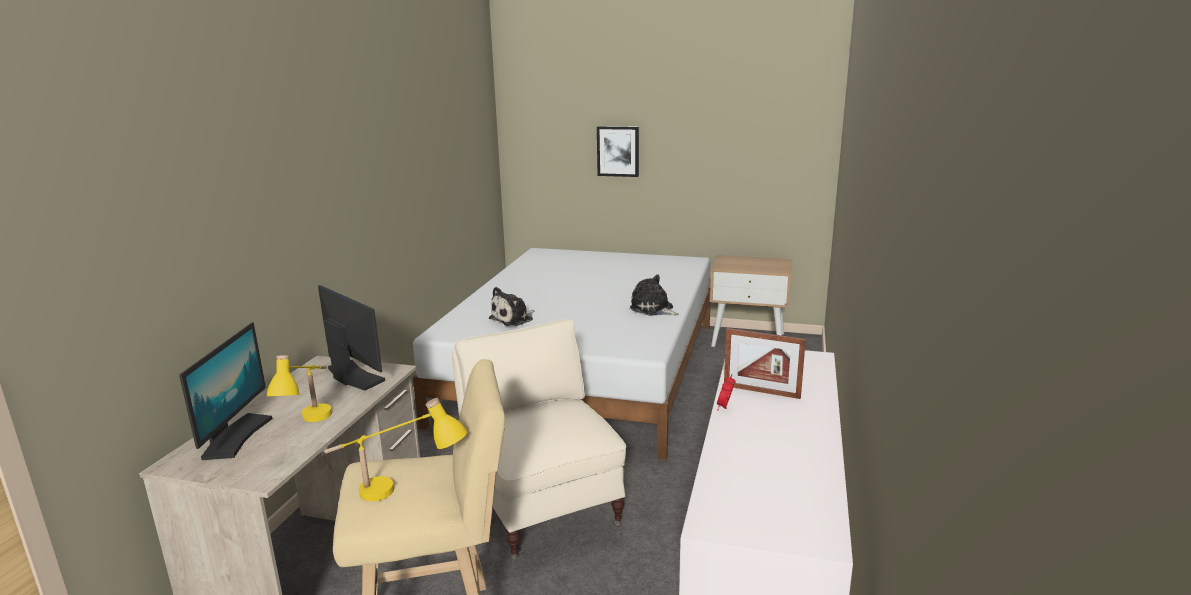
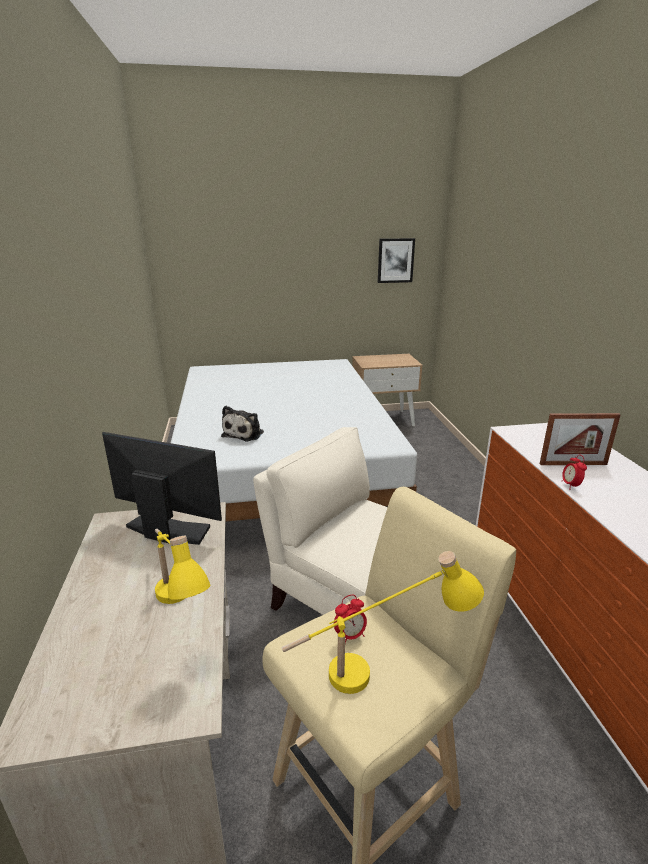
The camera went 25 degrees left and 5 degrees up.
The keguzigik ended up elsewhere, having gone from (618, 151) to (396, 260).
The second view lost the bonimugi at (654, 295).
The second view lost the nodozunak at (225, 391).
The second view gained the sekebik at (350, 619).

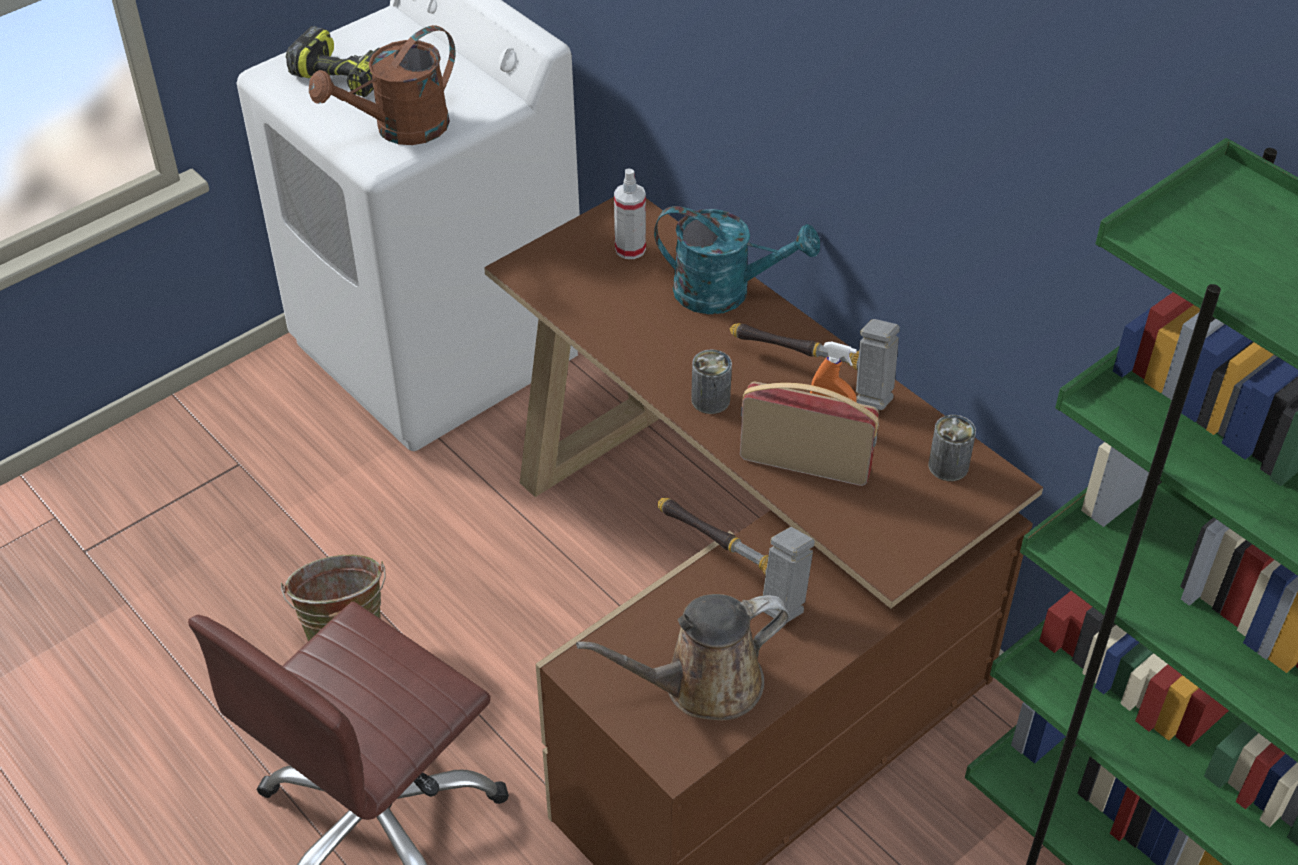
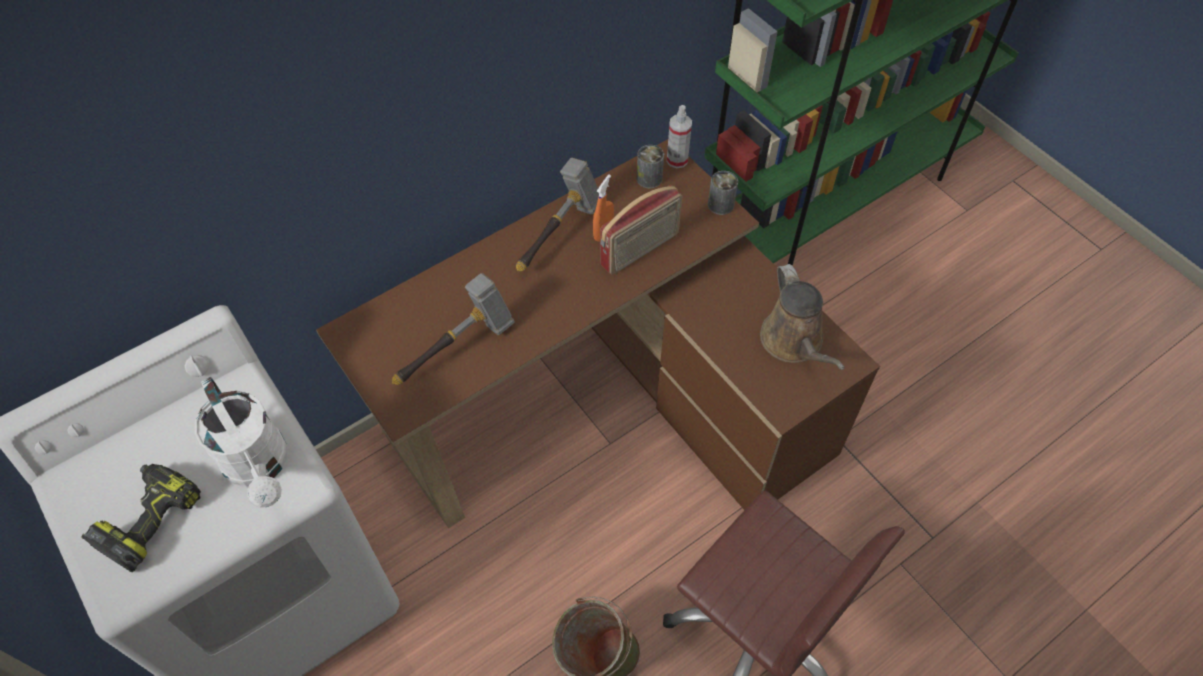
The camera went 85 degrees left and 10 degrees up.
What was the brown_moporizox at (382, 85) turned into the white_moporizox at (241, 442).
The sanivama ended up elsewhere, having gone from (630, 213) to (679, 136).
The second view lost the turquoise_moporizox at (737, 260).
The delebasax ended up elsewhere, having gone from (711, 381) to (723, 193).
The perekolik at (809, 434) ended up facing another way, 150 degrees counterclockwise from before.
The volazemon ended up elsewhere, having gone from (736, 560) to (453, 329).

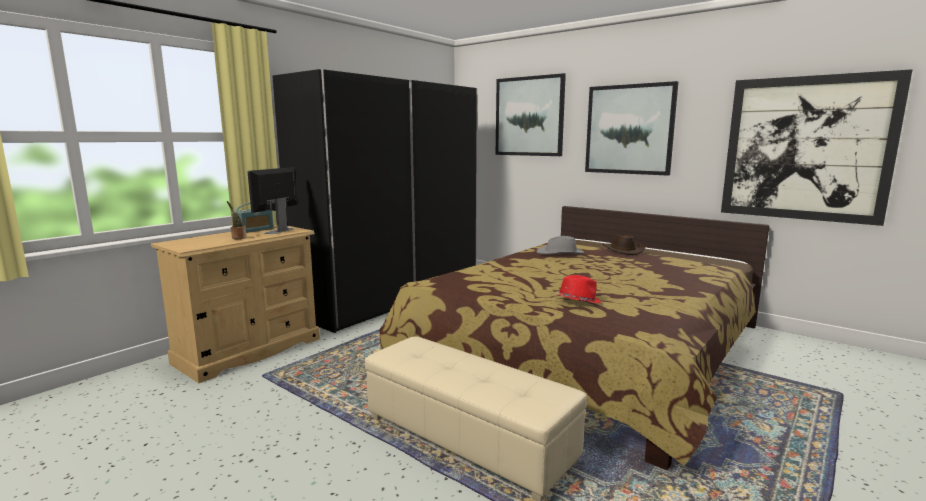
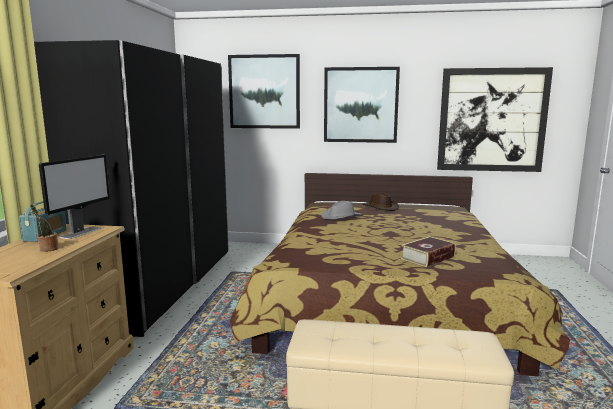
The camera went 30 degrees left and 0 degrees up.
The nodozunak at (272, 200) ended up facing another way, 150 degrees counterclockwise from before.
Where the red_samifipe stood at (578, 289), the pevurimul came to stand at (428, 251).

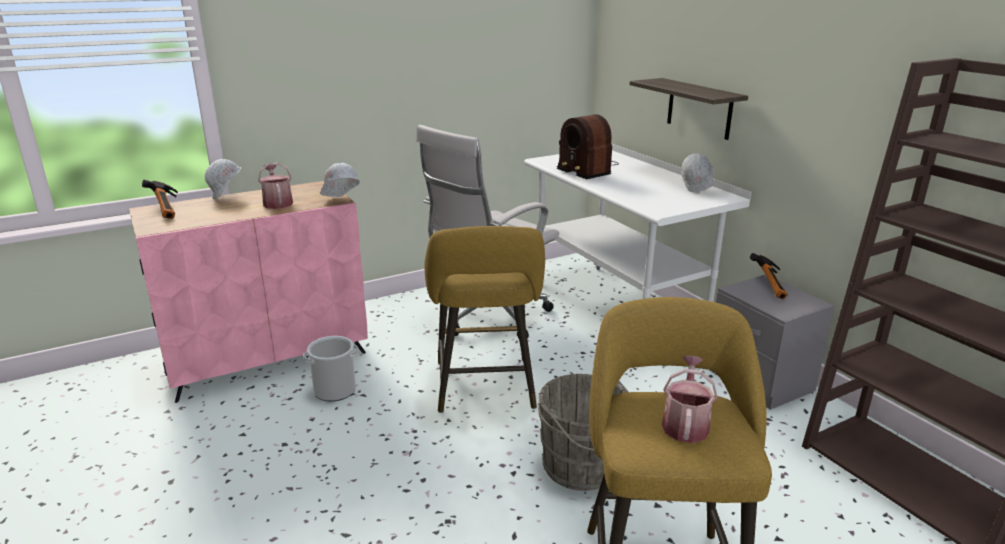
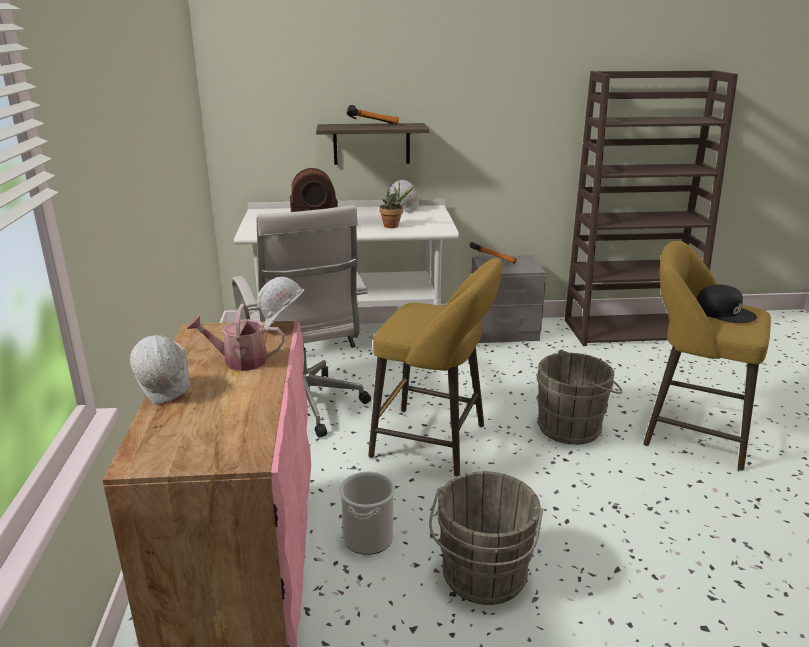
The camera went 65 degrees left and 0 degrees up.
The volazemon ended up elsewhere, having gone from (160, 199) to (373, 115).
Where the moporizox stood at (690, 399), the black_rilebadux came to stand at (726, 303).
The second view gained the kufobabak at (396, 205).
The second view gained the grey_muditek at (486, 538).

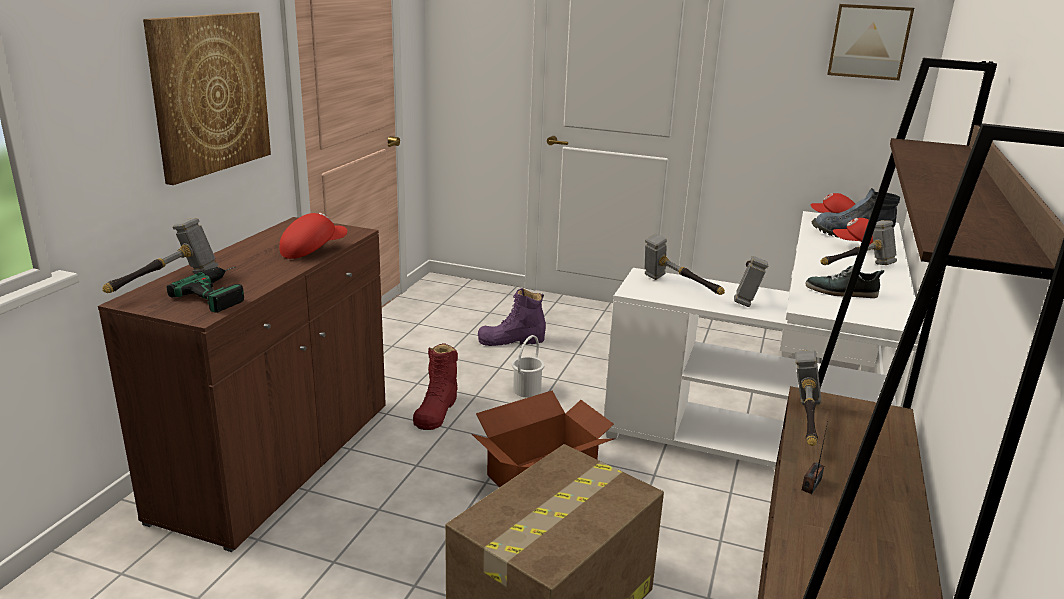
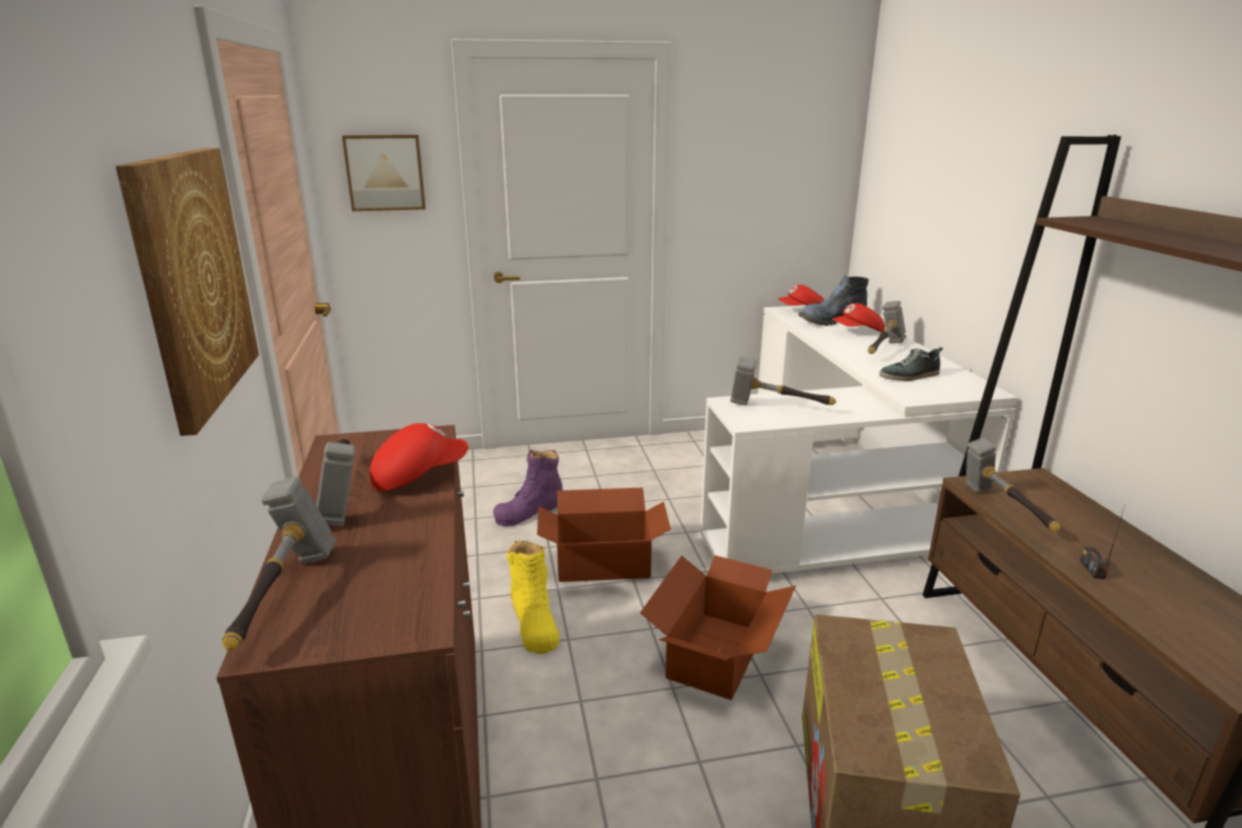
The camera went 30 degrees left and 0 degrees up.
The keguzigik ended up elsewhere, having gone from (870, 42) to (384, 173).
The red_rilebadux at (313, 236) ended up facing another way, 45 degrees clockwise from before.
The volazemon ended up elsewhere, having gone from (751, 281) to (336, 481).
The second view lost the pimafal at (205, 289).
Where the white_muditek stood at (528, 366), the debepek came to stand at (604, 535).
What was the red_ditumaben at (435, 386) turned into the yellow_ditumaben at (533, 597).

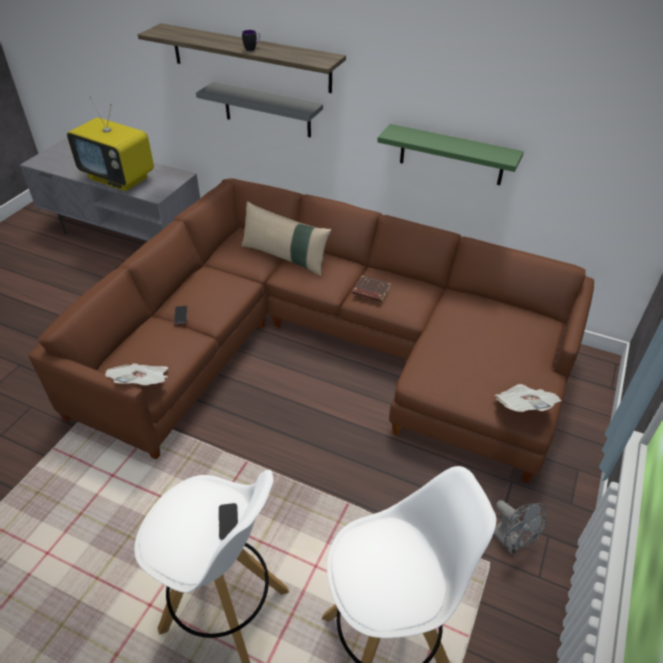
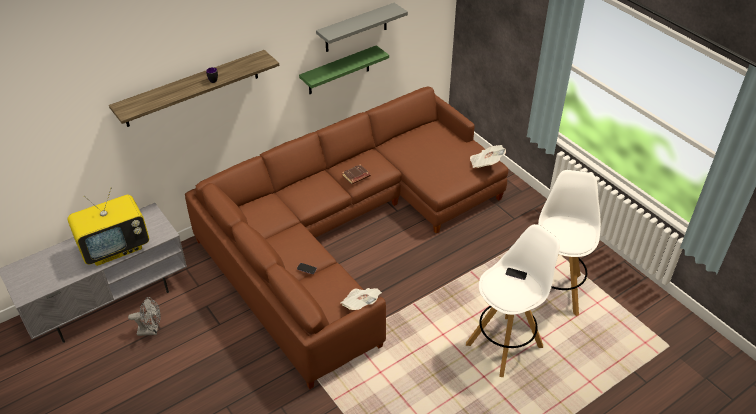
The camera went 60 degrees left and 0 degrees up.
The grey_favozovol ended up elsewhere, having gone from (259, 110) to (362, 27).
The second view lost the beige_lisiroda at (286, 238).
The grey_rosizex ended up elsewhere, having gone from (519, 527) to (144, 316).

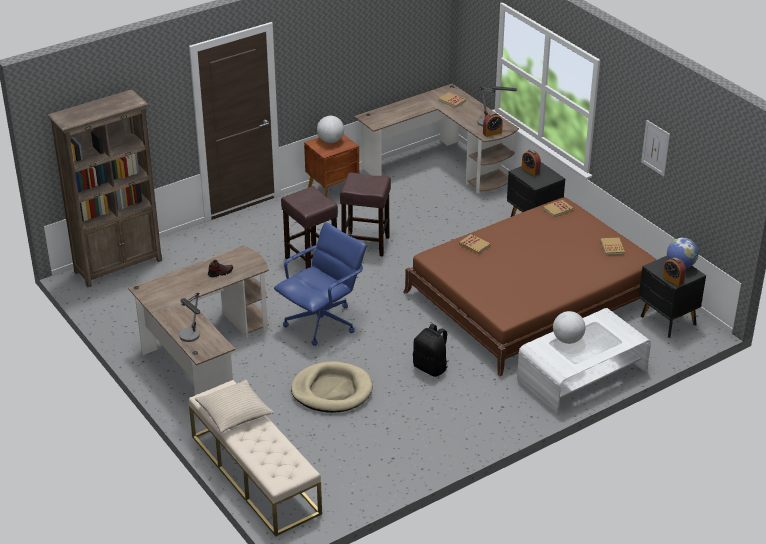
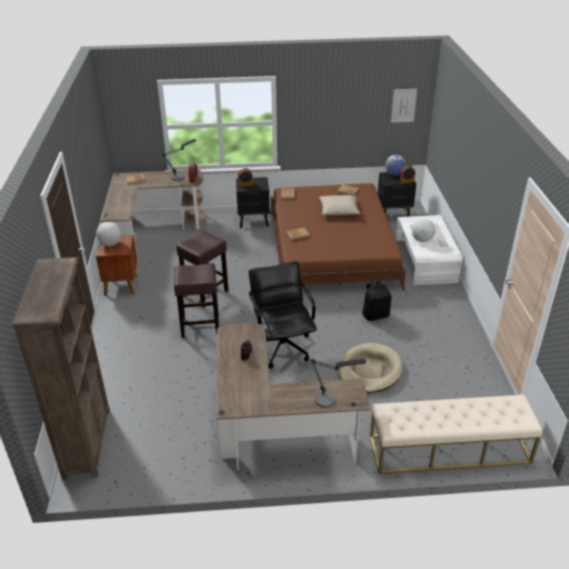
The camera went 60 degrees left and 0 degrees up.
The keguzigik ended up elsewhere, having gone from (655, 148) to (404, 106).
What was the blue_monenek at (320, 284) turned into the black_monenek at (283, 314).
The beige_lisiroda ended up elsewhere, having gone from (234, 406) to (340, 205).

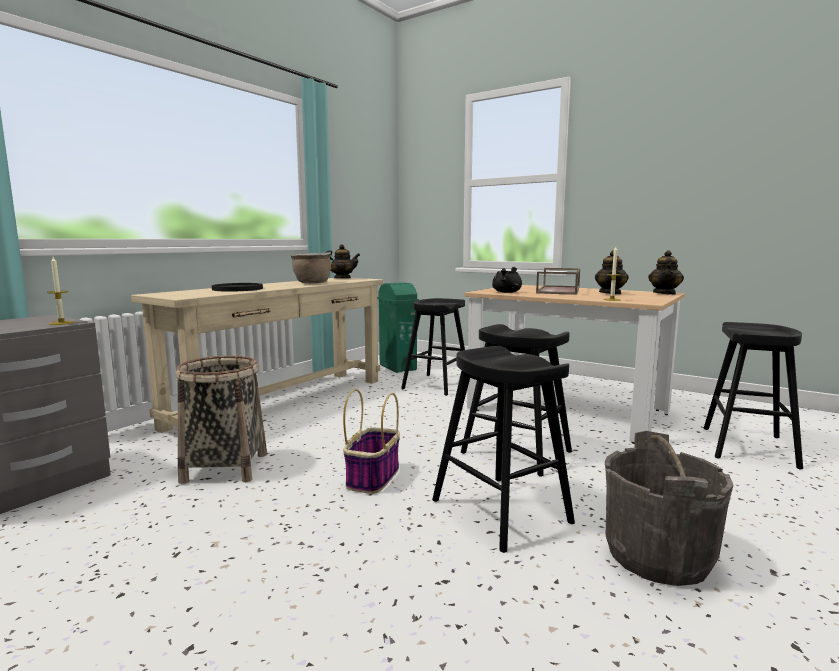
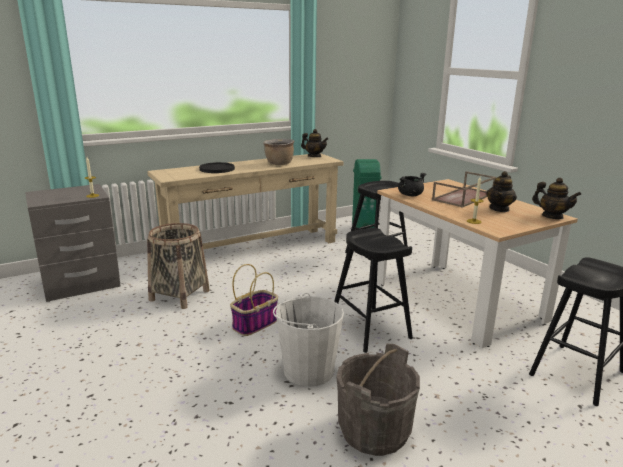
The camera went 25 degrees right and 10 degrees up.
The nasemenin at (666, 272) ended up facing another way, 90 degrees counterclockwise from before.
Where the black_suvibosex stood at (503, 449), the white_muditek came to stand at (308, 340).

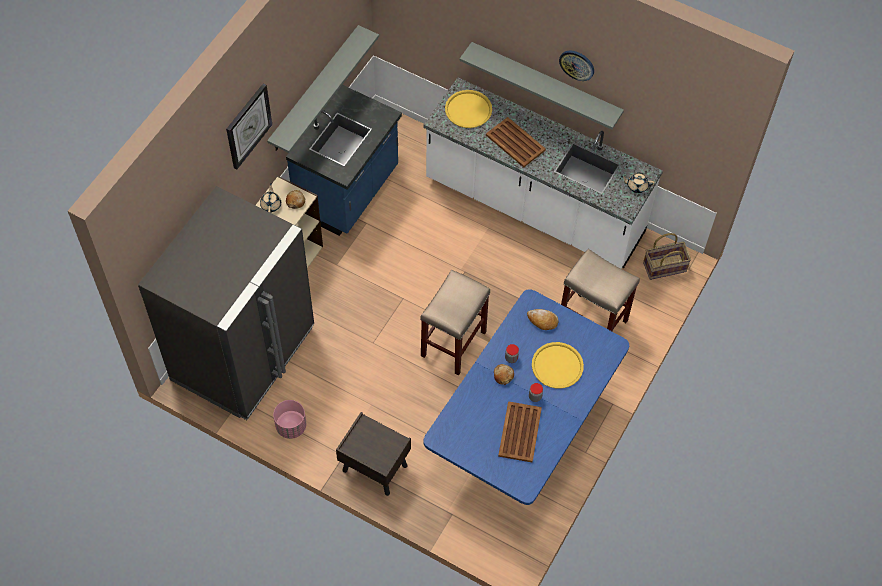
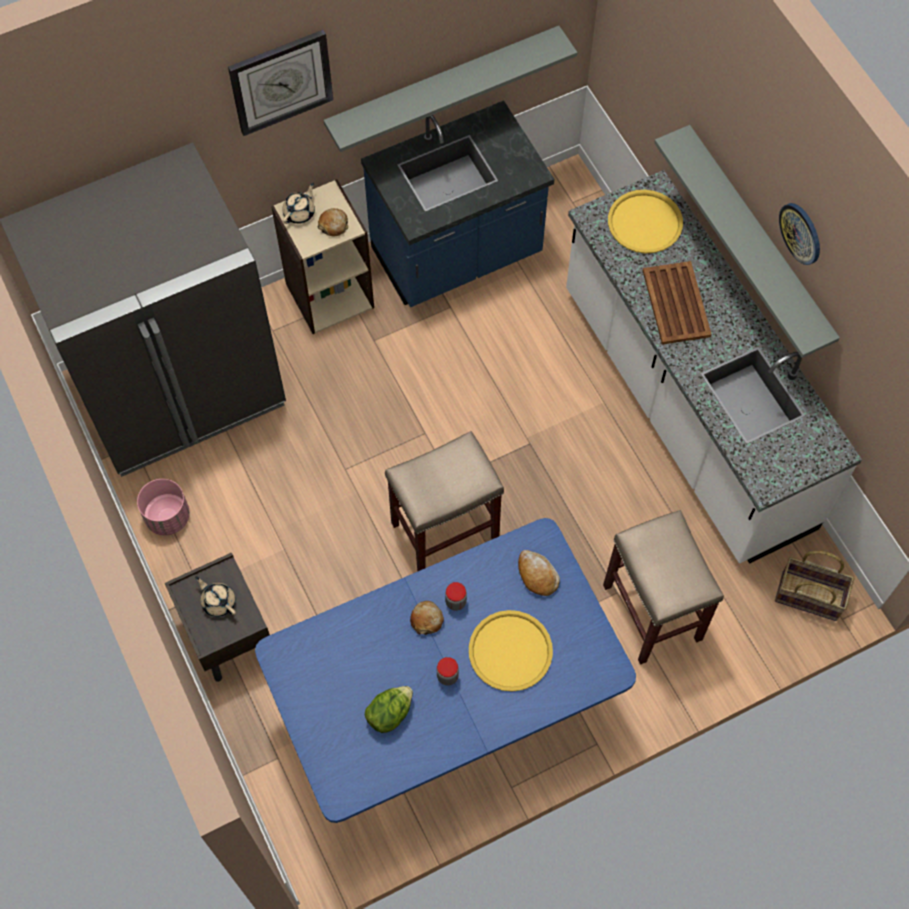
The camera went 35 degrees right and 5 degrees up.
The beige_nasemenin ended up elsewhere, having gone from (638, 183) to (215, 596).
Where the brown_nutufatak stood at (520, 432), the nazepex came to stand at (389, 709).

